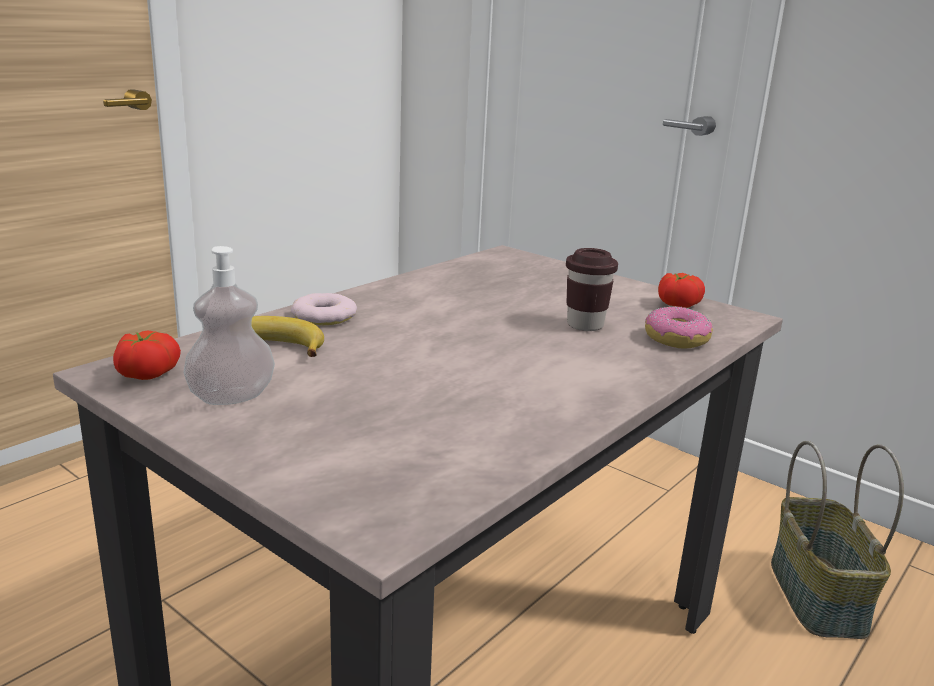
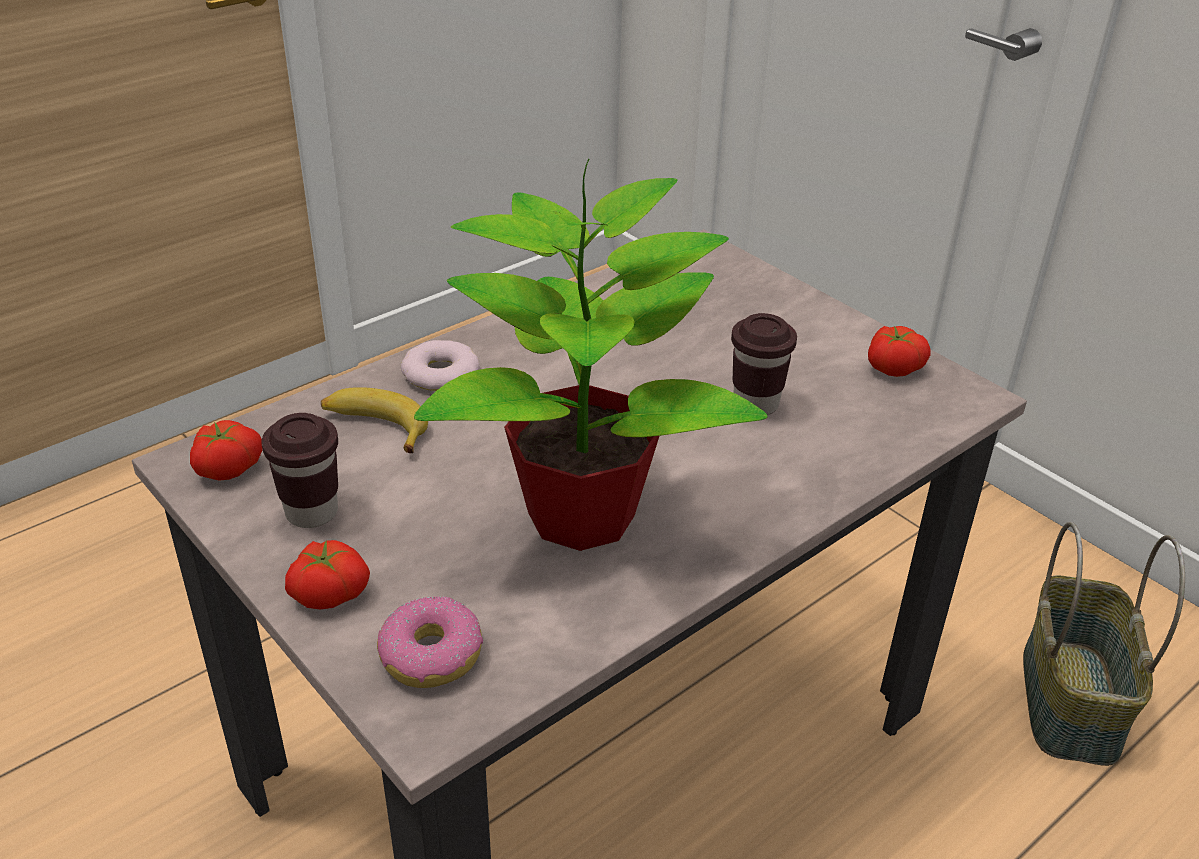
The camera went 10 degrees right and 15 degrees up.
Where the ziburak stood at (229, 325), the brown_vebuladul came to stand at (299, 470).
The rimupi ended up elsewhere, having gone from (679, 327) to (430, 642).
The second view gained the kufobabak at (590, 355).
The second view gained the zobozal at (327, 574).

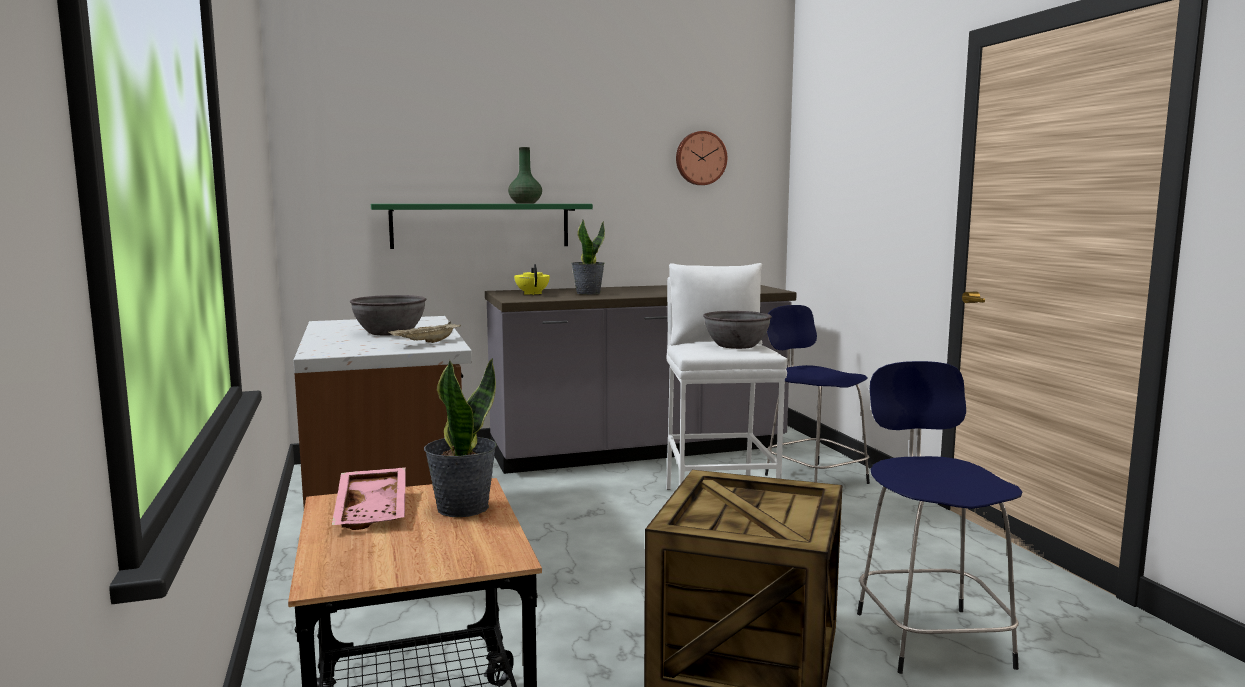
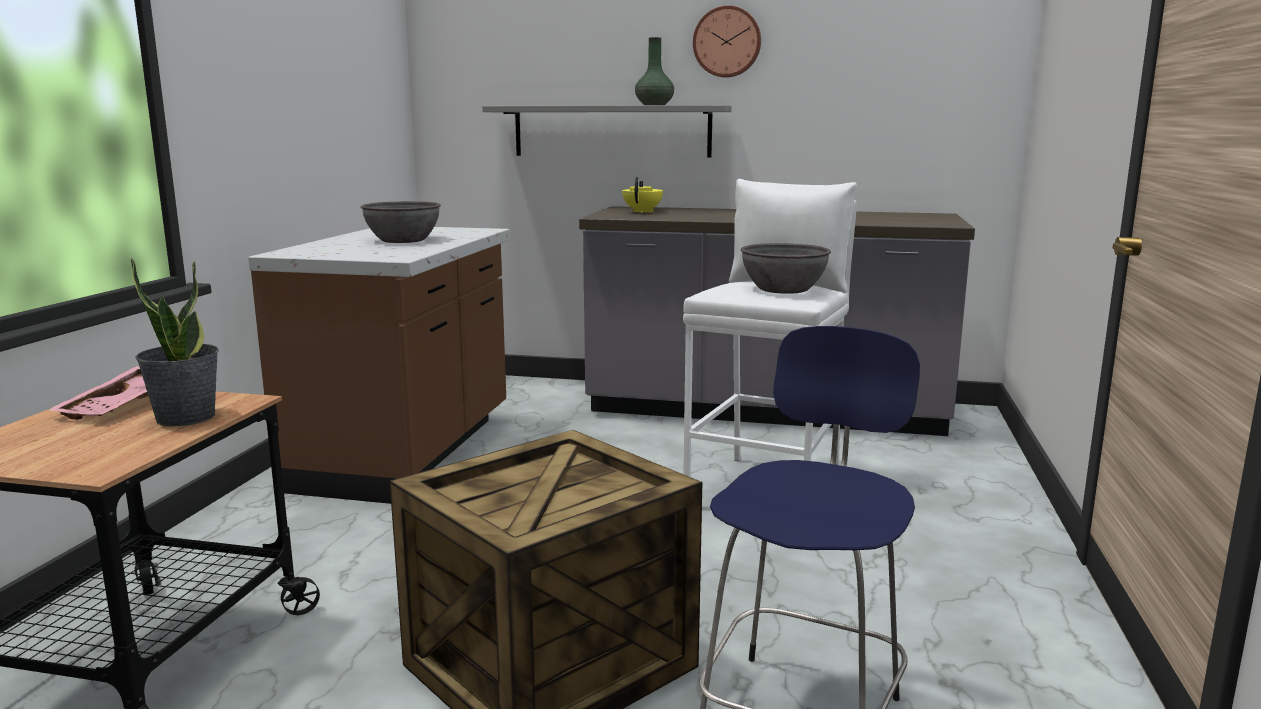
The camera went 30 degrees right and 5 degrees up.
The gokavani ended up elsewhere, having gone from (701, 158) to (727, 41).
What was the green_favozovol at (482, 226) turned into the grey_favozovol at (607, 131).
The second view lost the kufobabak at (588, 257).
The second view lost the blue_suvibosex at (817, 394).
The second view lost the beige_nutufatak at (424, 332).

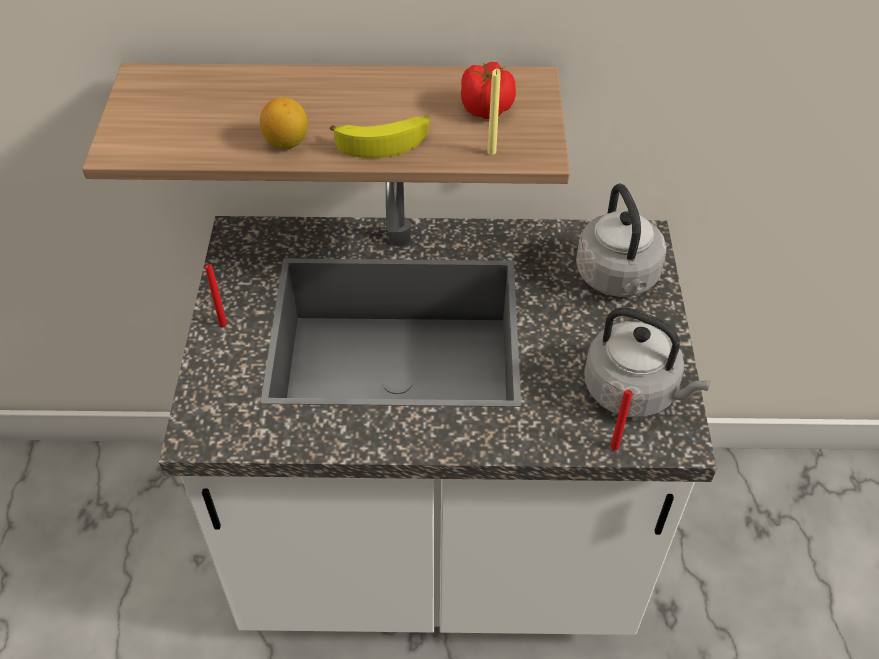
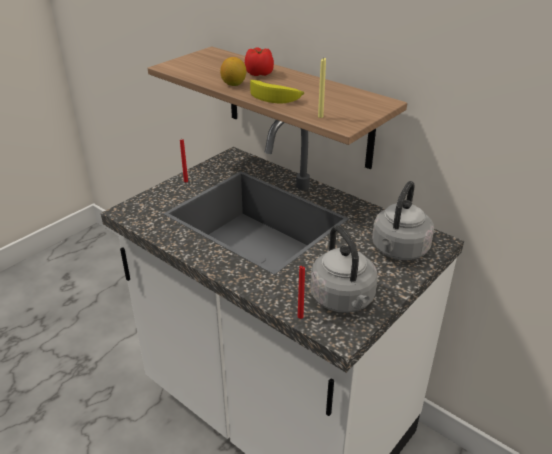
The camera went 40 degrees right and 15 degrees down.
The zobozal ended up elsewhere, having gone from (488, 90) to (259, 61).

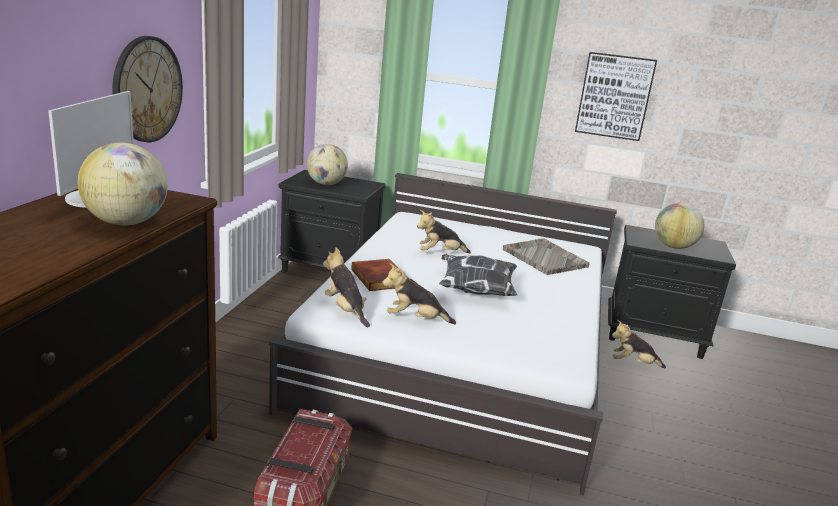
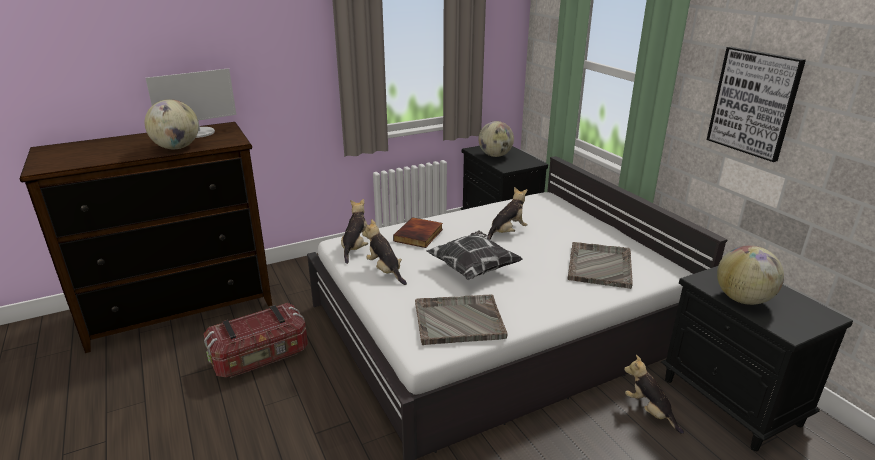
The camera went 50 degrees right and 5 degrees up.
The second view lost the gokavani at (147, 89).
The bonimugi at (444, 231) ended up facing another way, 105 degrees clockwise from before.
The second view gained the grey_nutufatak at (461, 320).

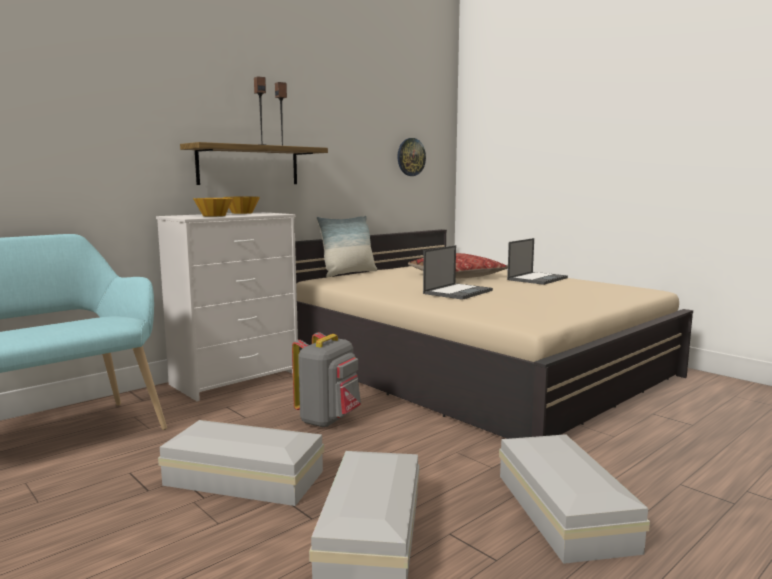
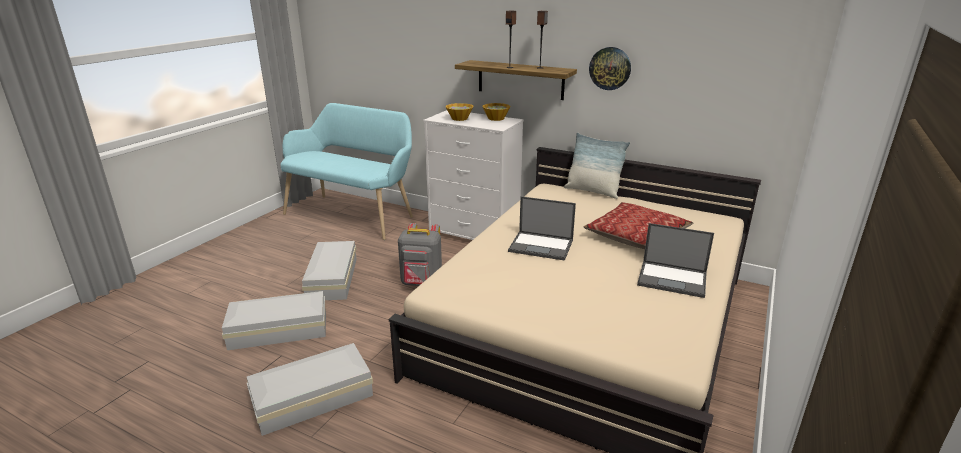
The camera went 70 degrees right and 15 degrees up.
The gokavani ended up elsewhere, having gone from (411, 157) to (610, 68).

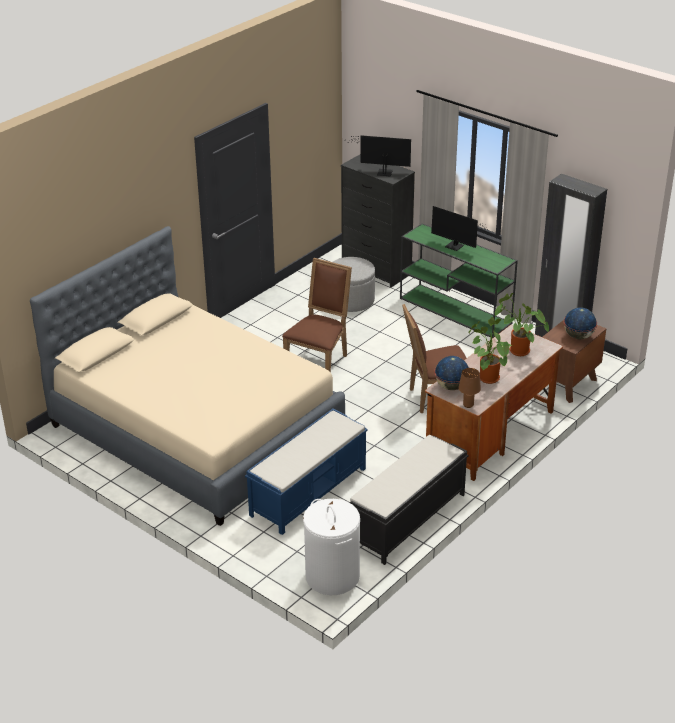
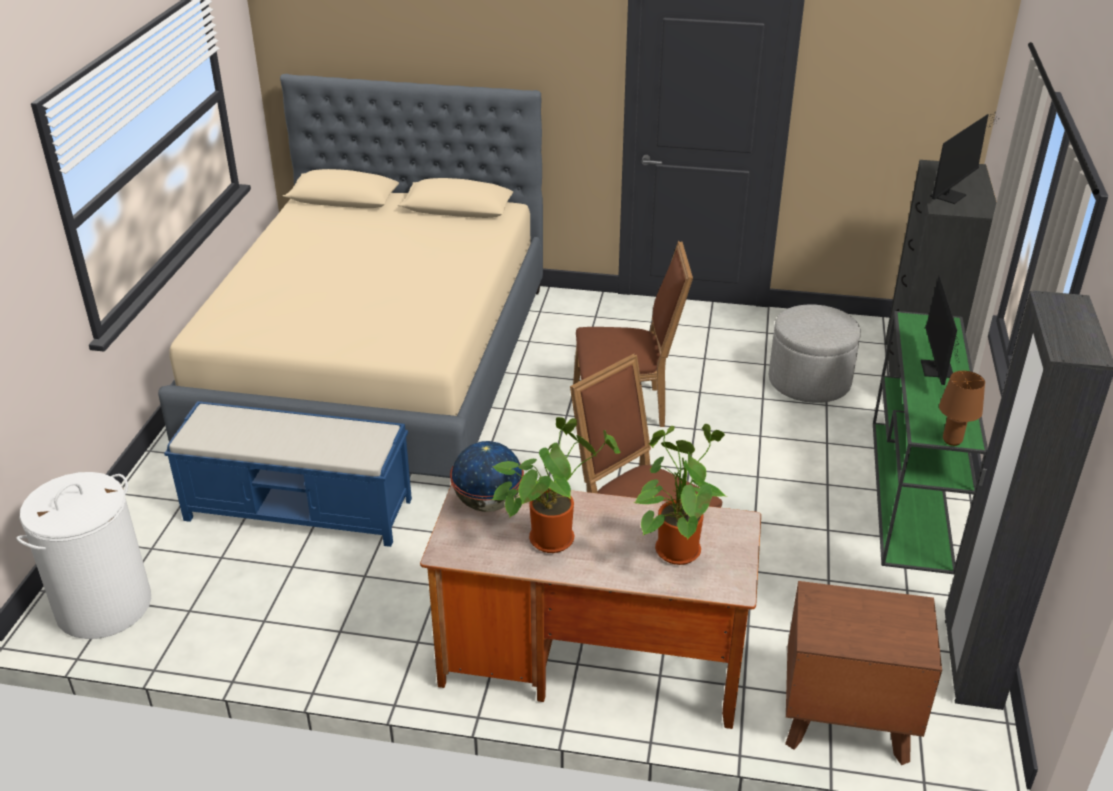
The camera went 60 degrees right and 0 degrees up.
The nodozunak at (379, 156) ended up facing another way, 60 degrees clockwise from before.
The second view lost the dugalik at (580, 323).
The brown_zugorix ended up elsewhere, having gone from (469, 388) to (962, 408).
The second view lost the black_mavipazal at (409, 500).

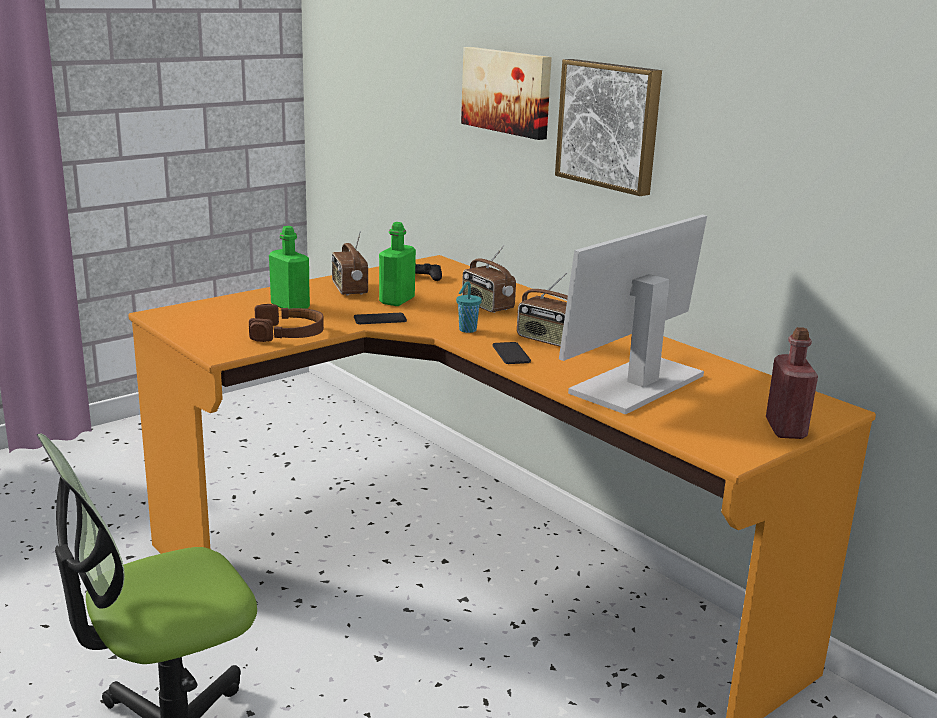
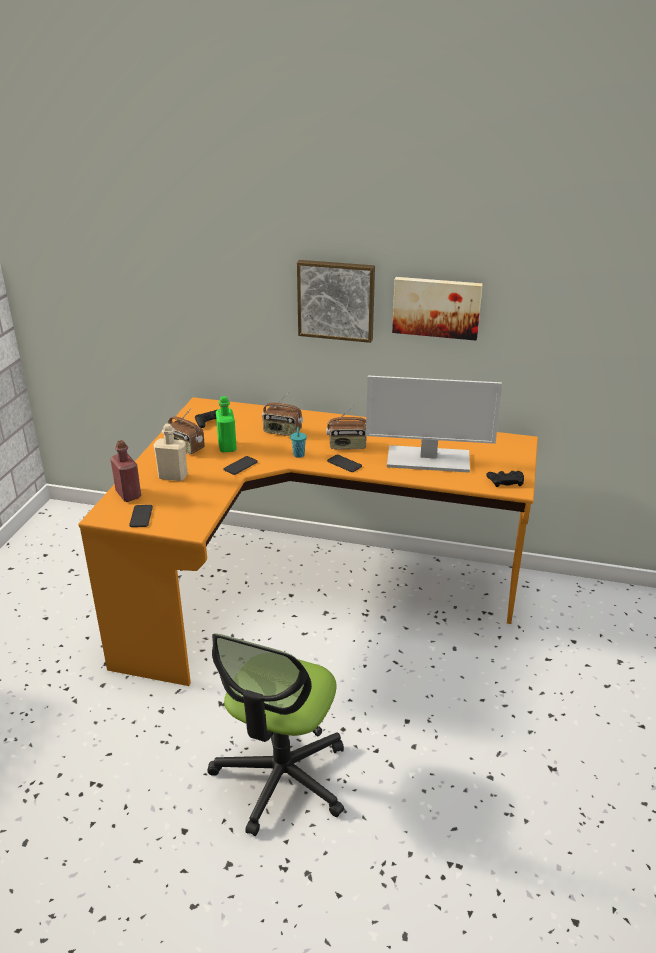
The camera went 35 degrees left and 10 degrees up.
The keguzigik ended up elsewhere, having gone from (506, 93) to (437, 309).
The nodozunak at (633, 314) ended up facing another way, 90 degrees counterclockwise from before.
What was the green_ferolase at (289, 267) turned into the beige_ferolase at (171, 452).
The second view lost the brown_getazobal at (286, 323).
The red_ferolase ended up elsewhere, having gone from (792, 383) to (125, 471).
The second view gained the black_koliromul at (505, 479).
The second view gained the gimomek at (141, 516).

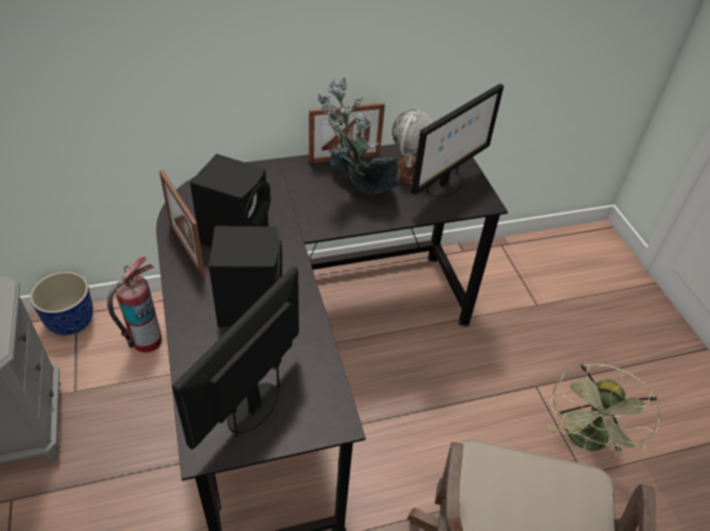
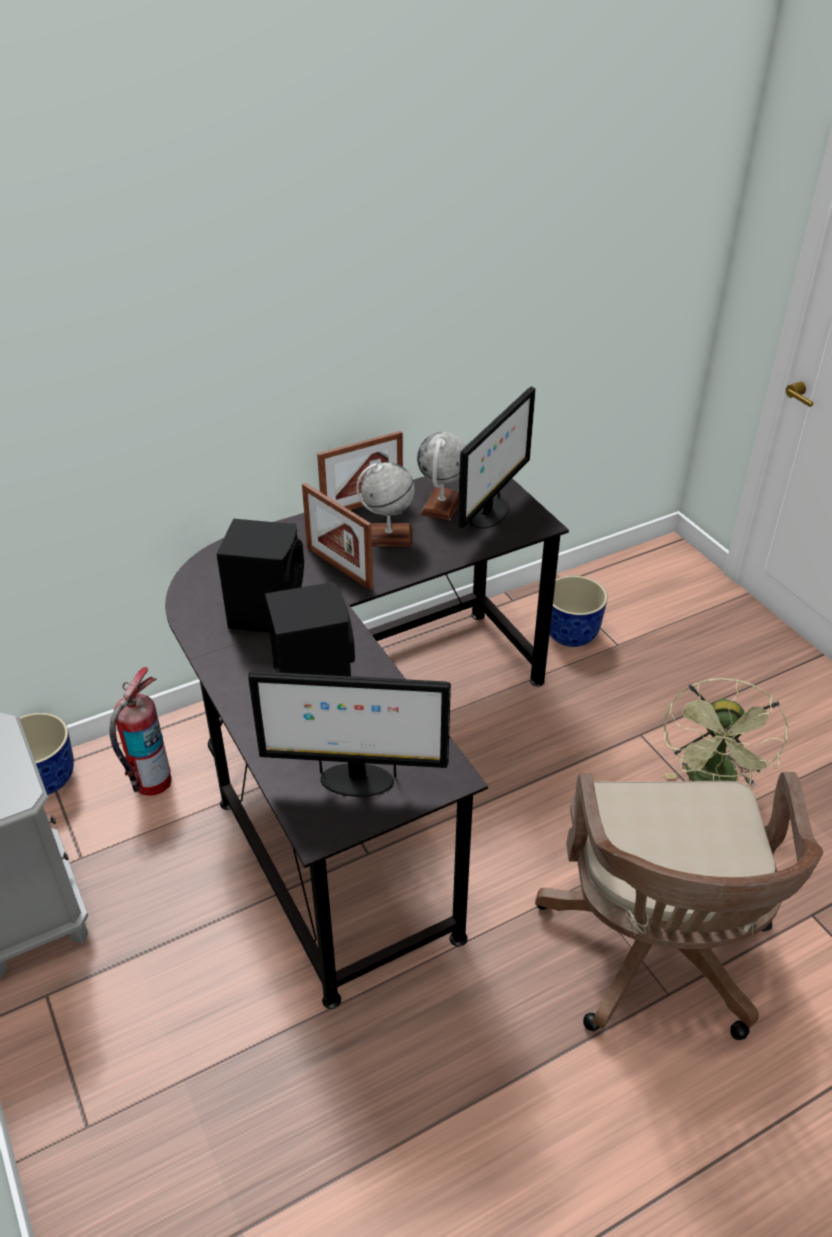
The camera went 10 degrees left and 5 degrees down.
Where the kufobabak stood at (358, 136), the dugalik came to stand at (385, 504).
The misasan ended up elsewhere, having gone from (182, 223) to (337, 536).
The nodozunak at (235, 357) ended up facing another way, 105 degrees counterclockwise from before.
The second view gained the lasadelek at (579, 611).

